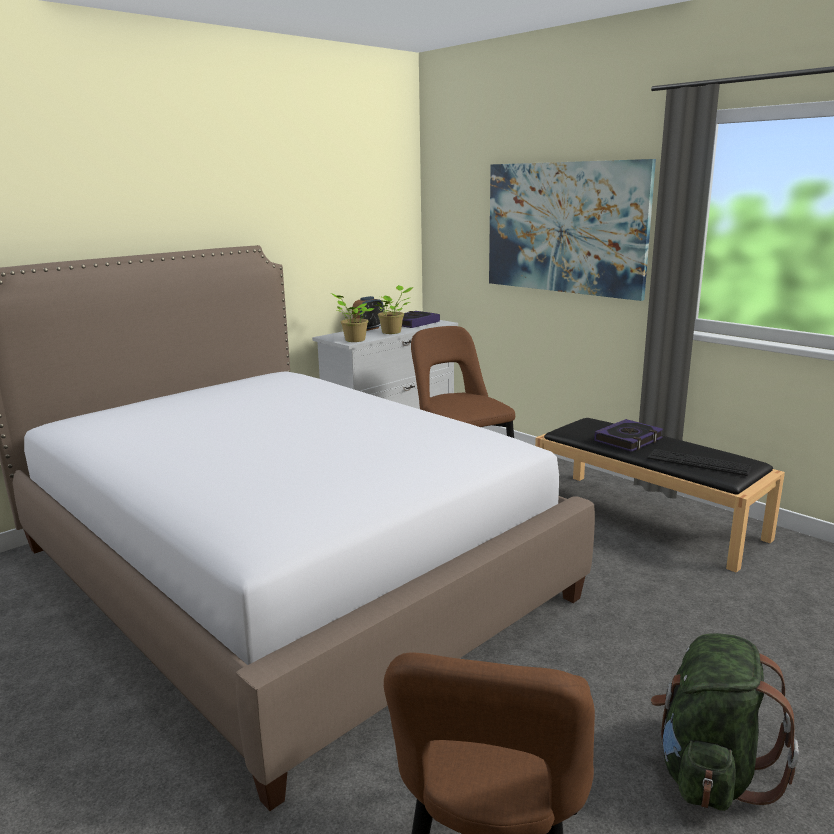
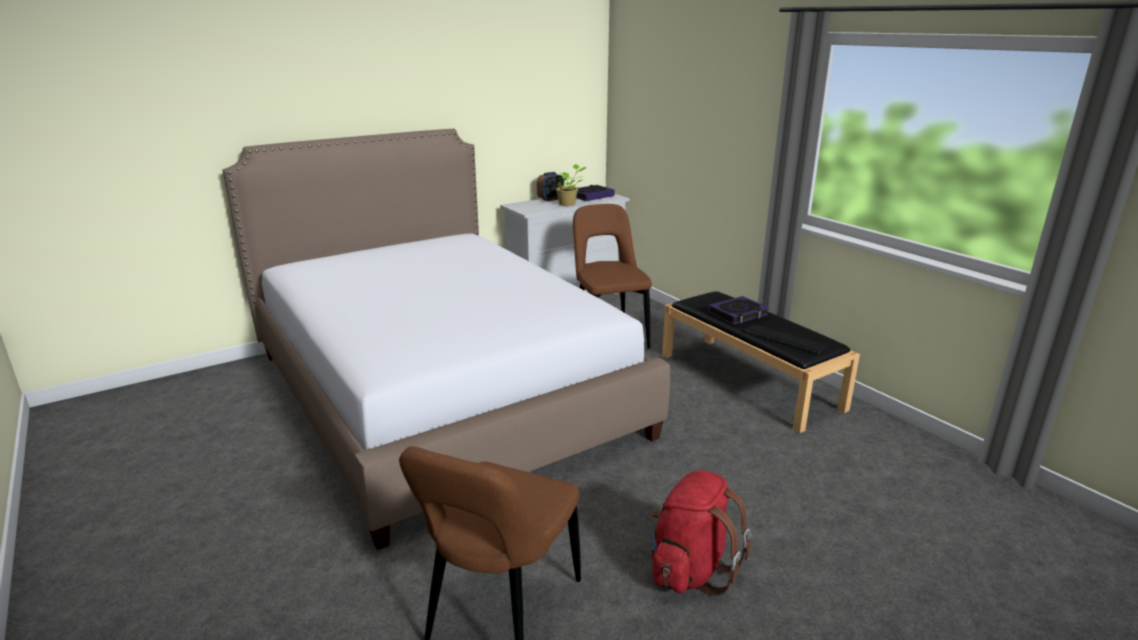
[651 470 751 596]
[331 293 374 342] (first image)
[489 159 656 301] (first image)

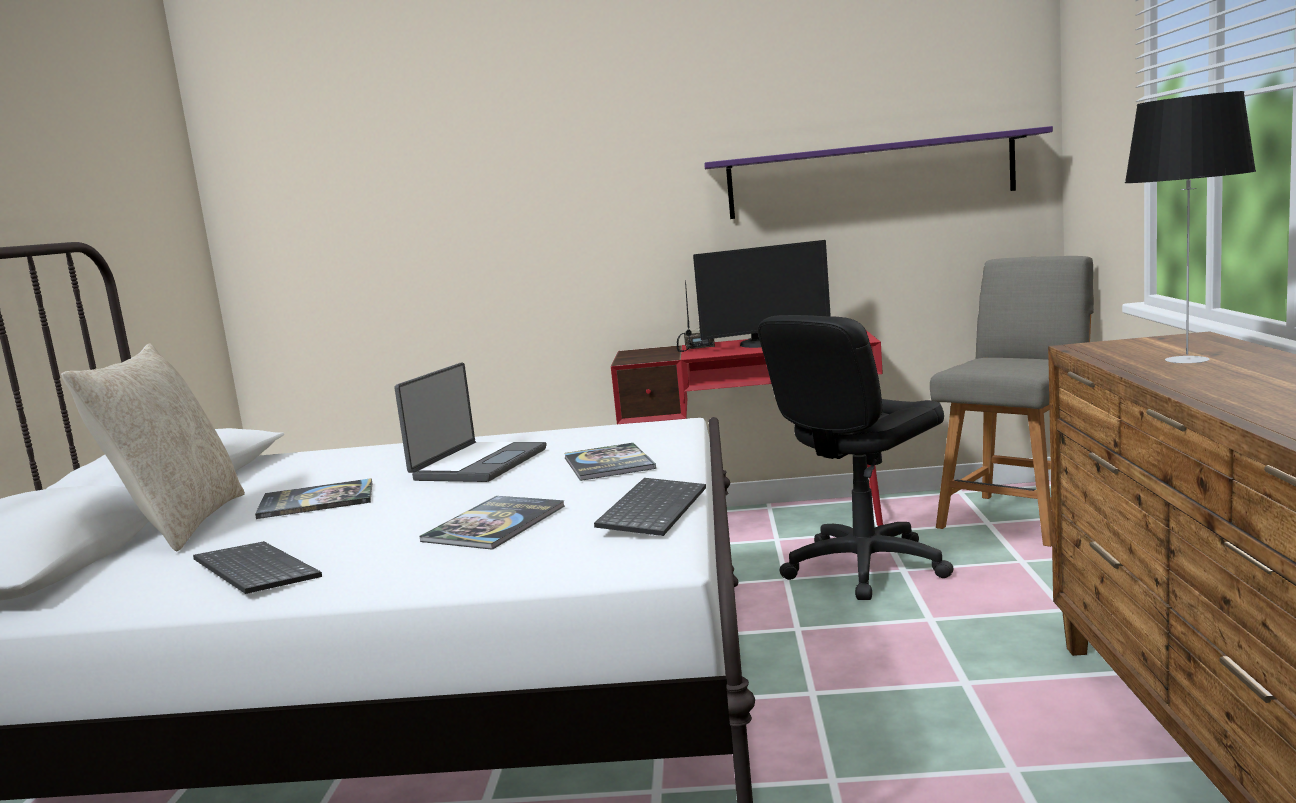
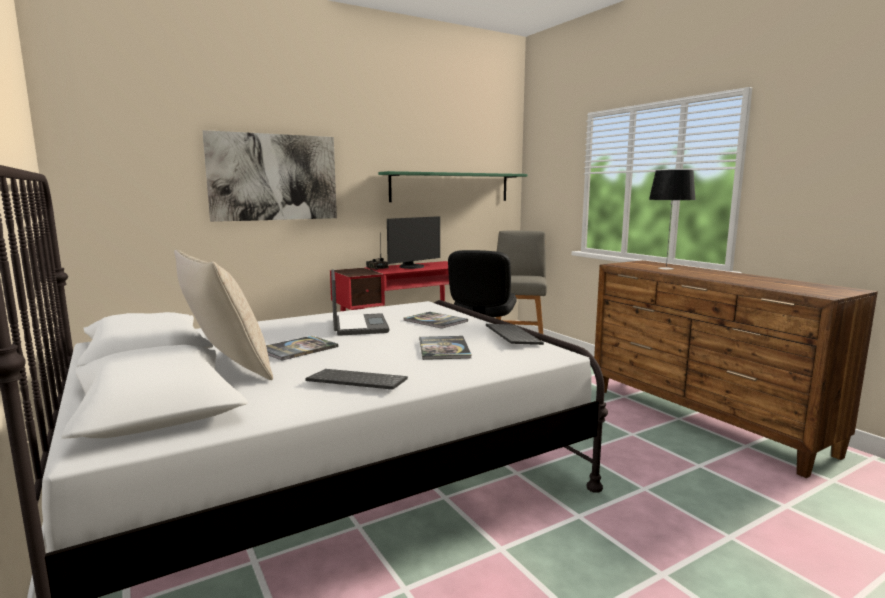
[203 130 337 222]
[378 171 527 202]

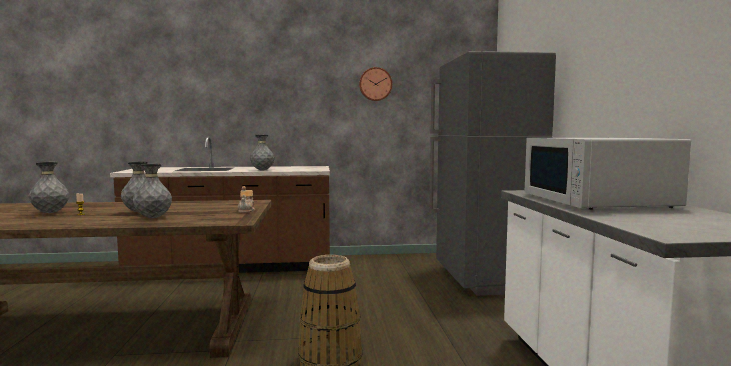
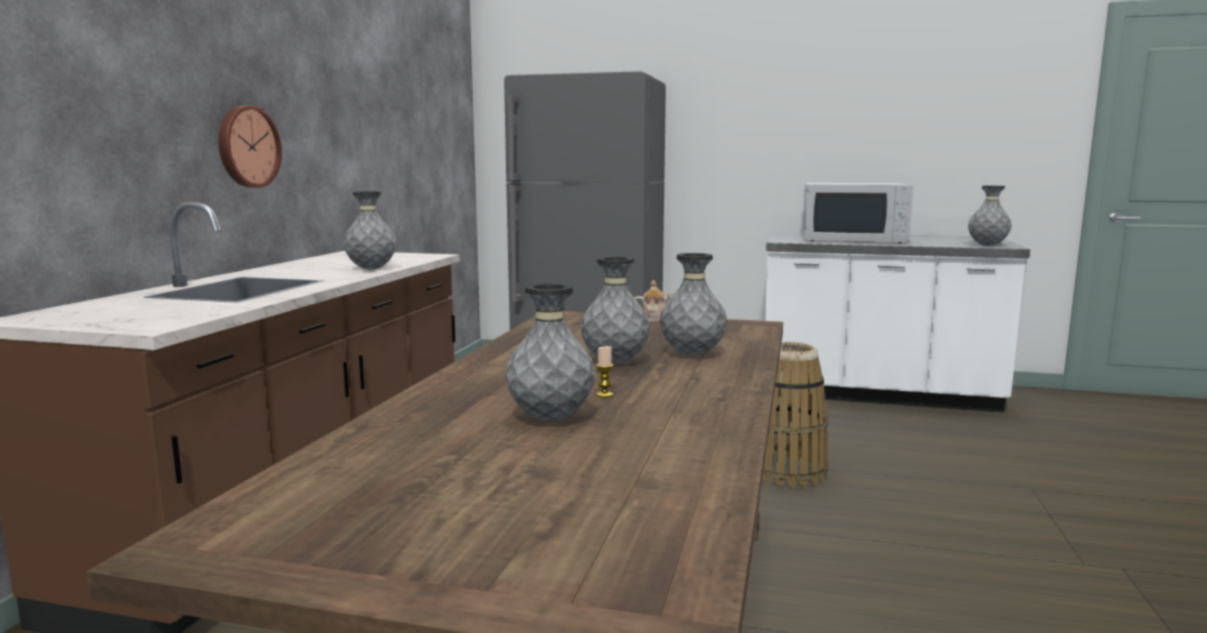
[218 105 282 188]
[968 186 1012 246]

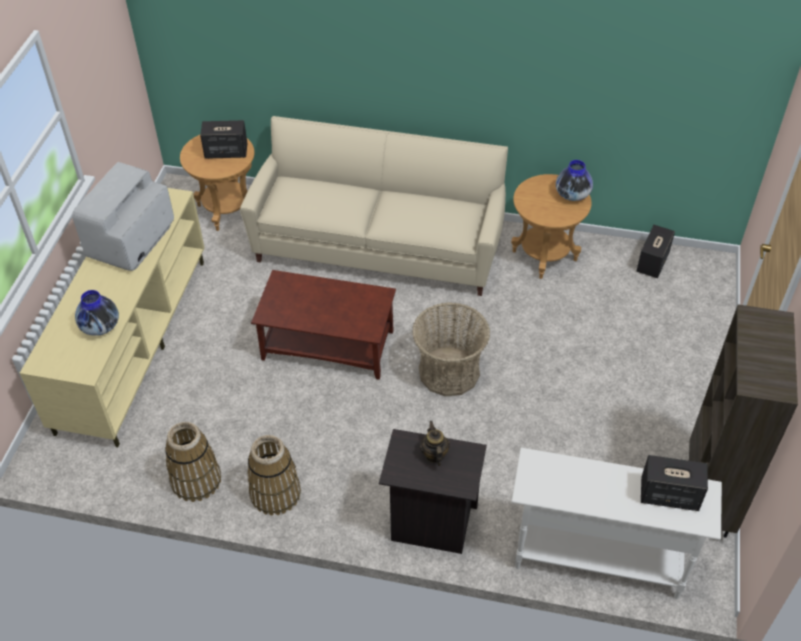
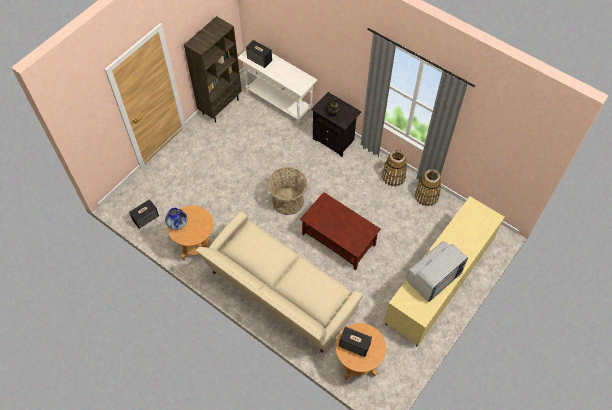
[75 290 119 336] (first image)

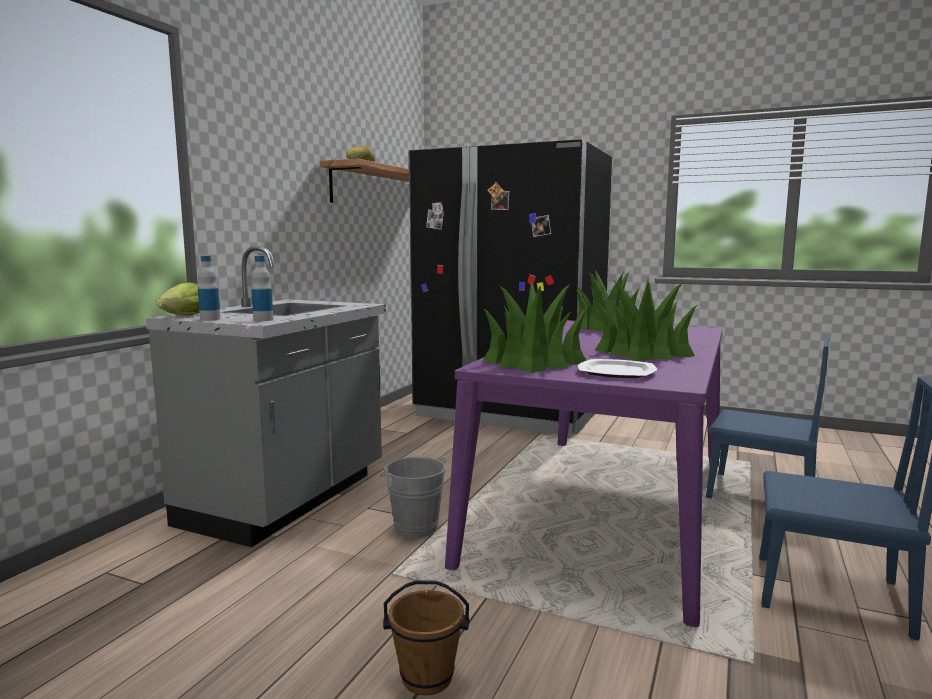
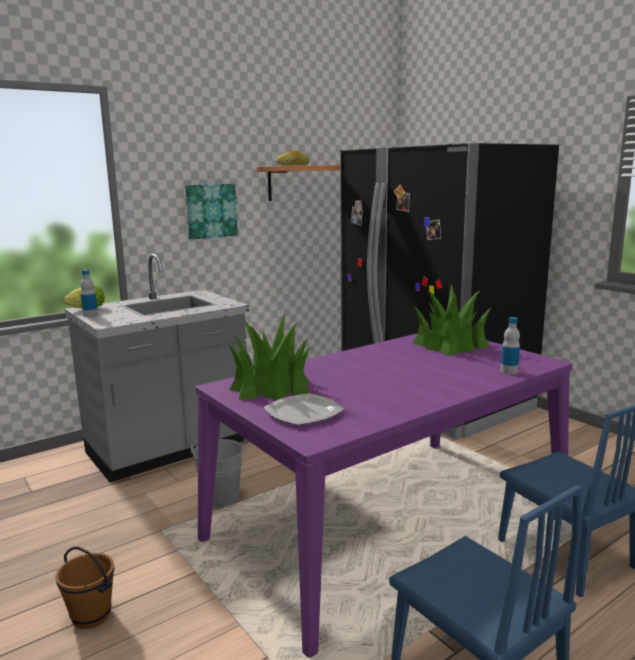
[185 184 238 239]
[501 317 520 374]
[595 279 697 361] (first image)

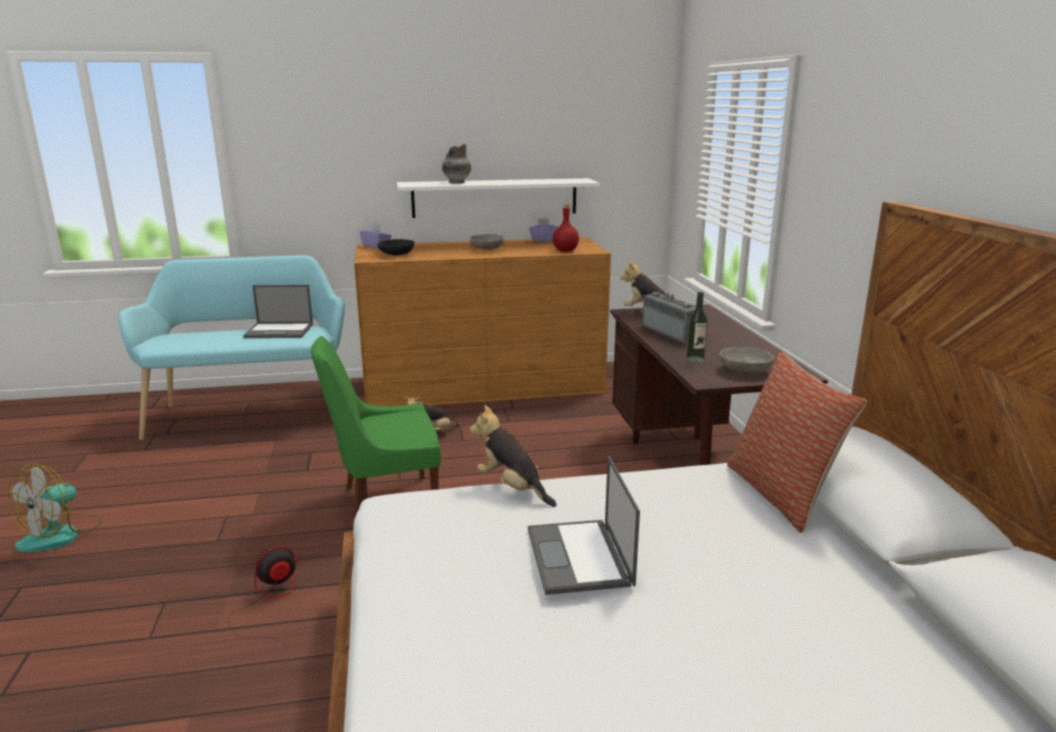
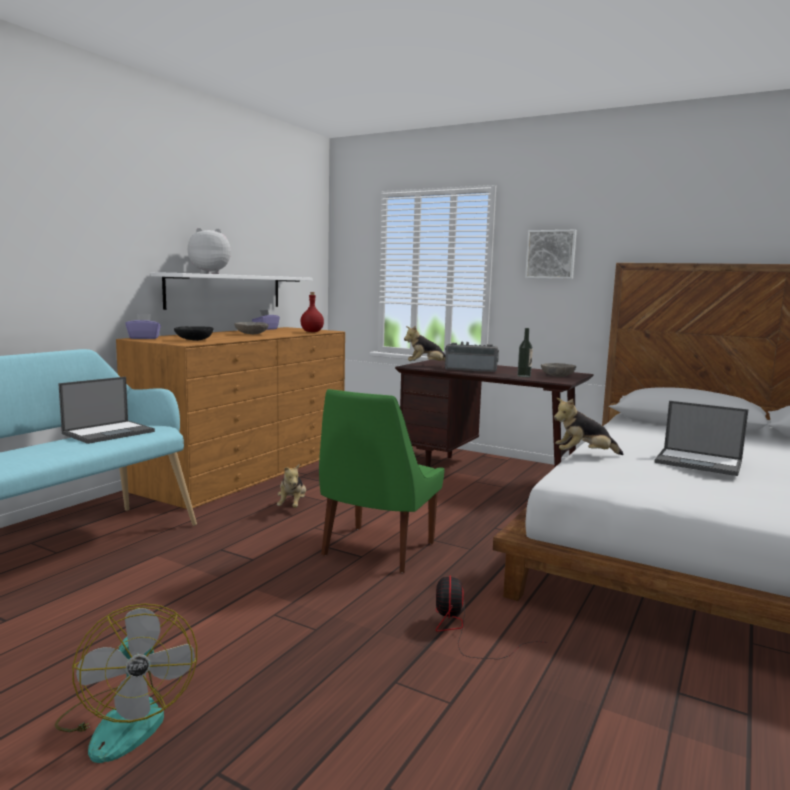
[188 228 231 274]
[525 230 577 279]
[727 352 867 533] (first image)

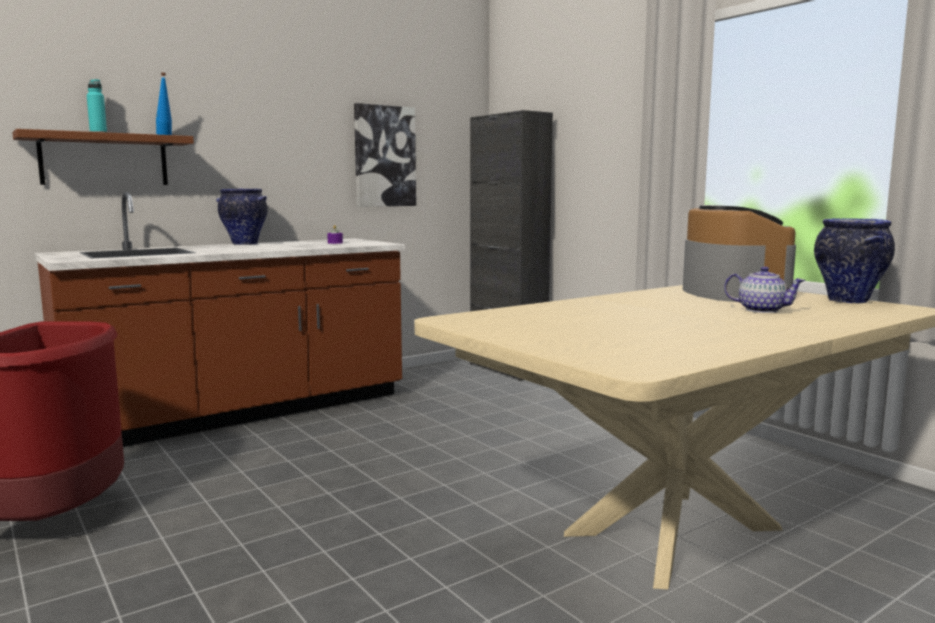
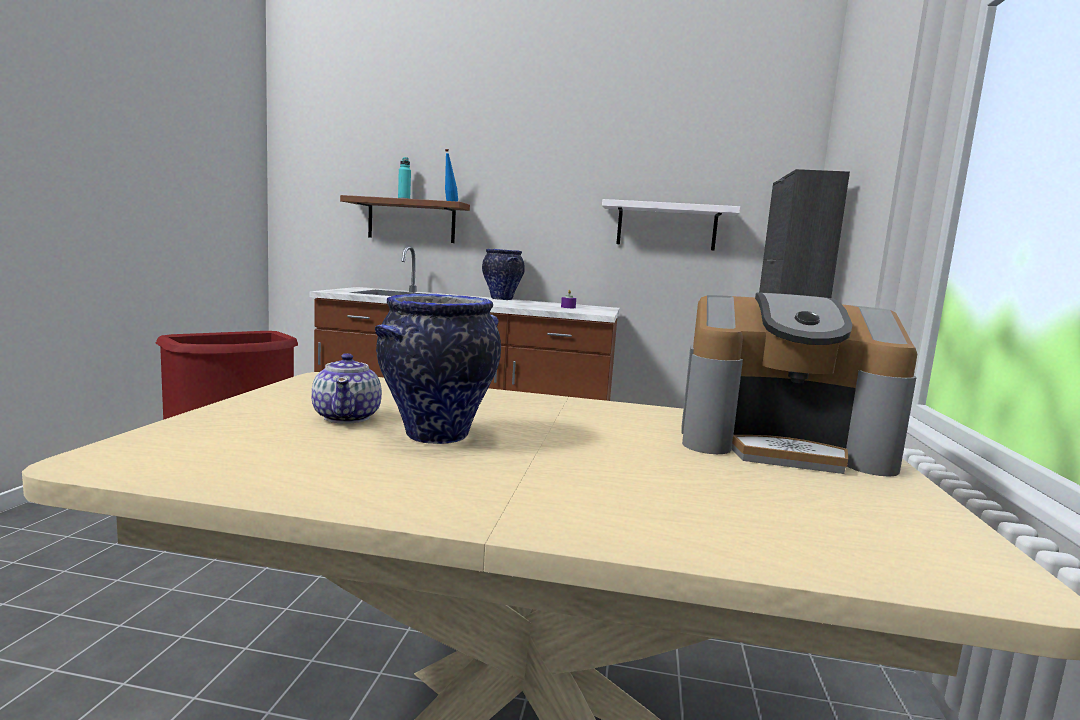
[311 353 382 424]
[375 293 501 444]
[602 199 740 250]
[681 292 917 477]

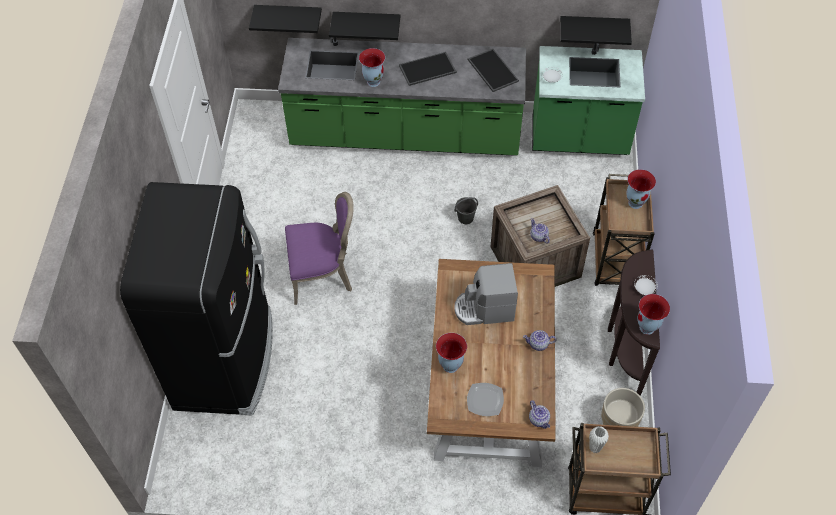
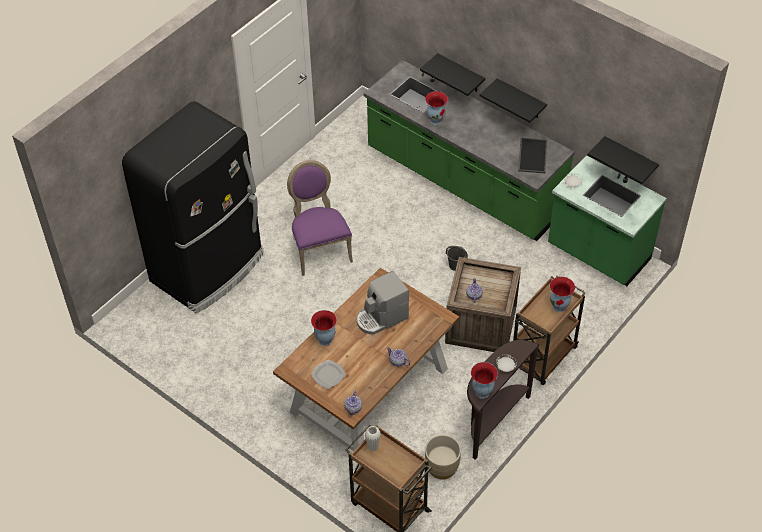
[287 160 353 276]
[357 271 409 335]
[480 78 547 123]
[399 52 457 86] (first image)

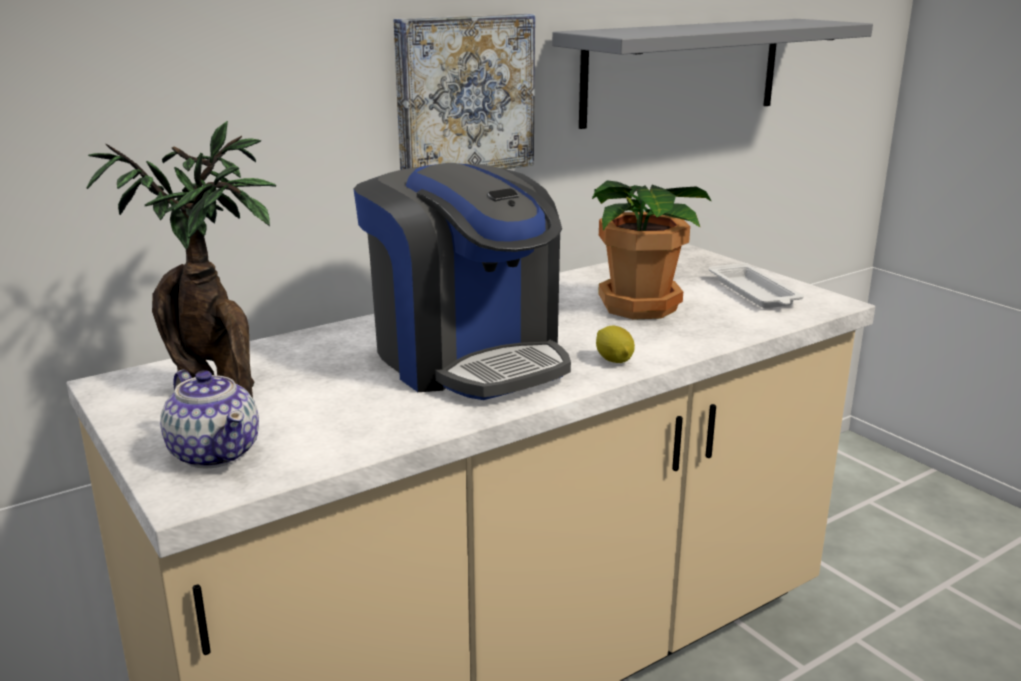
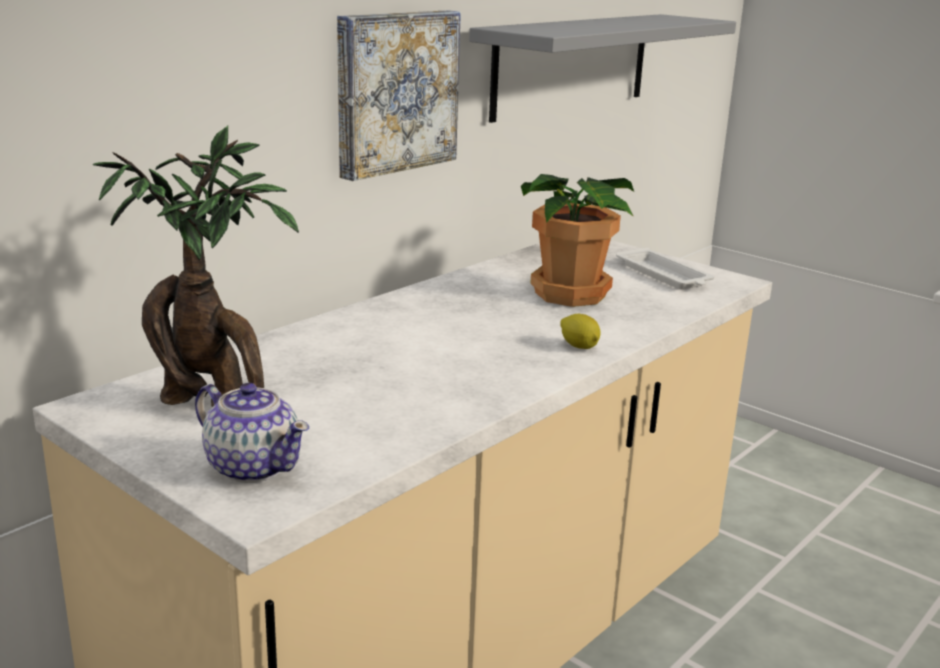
[354 163 571 400] (first image)

